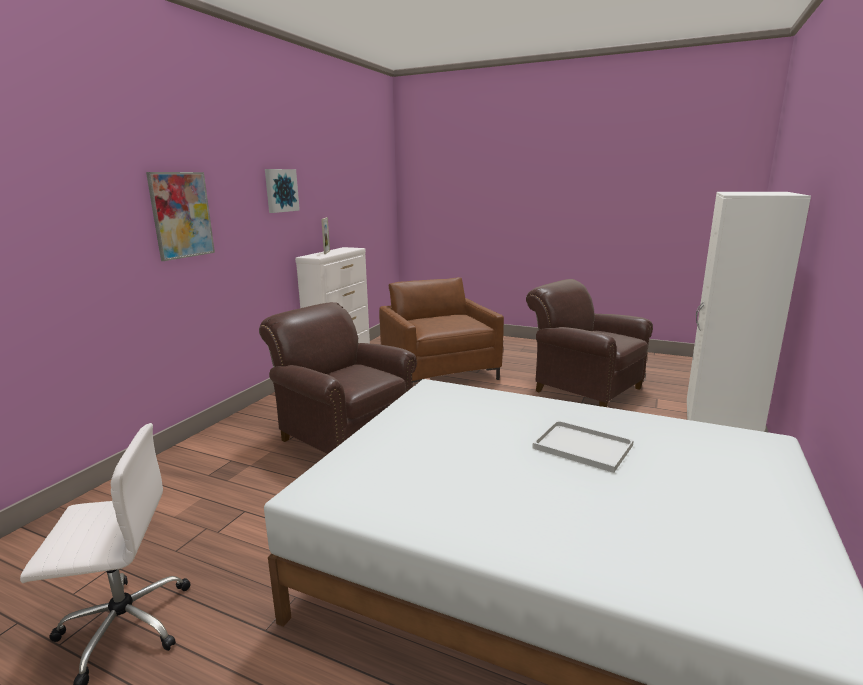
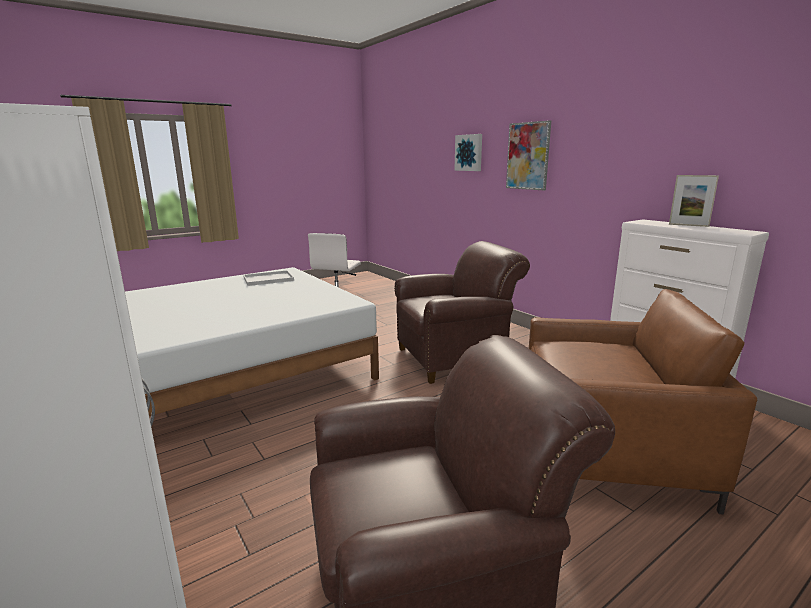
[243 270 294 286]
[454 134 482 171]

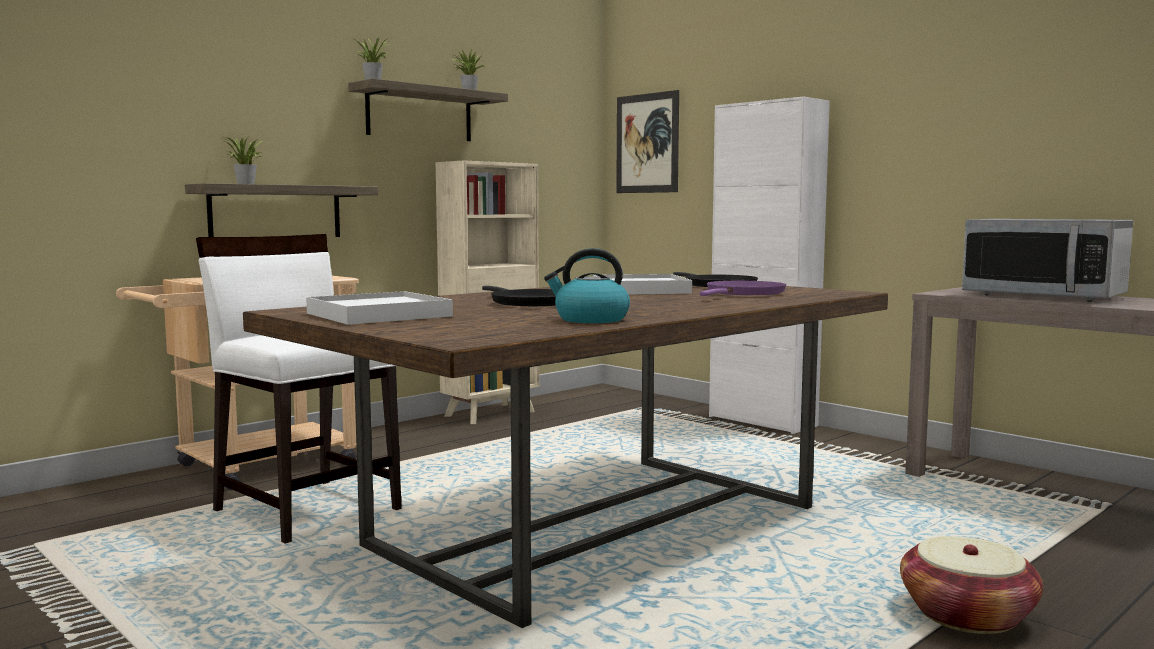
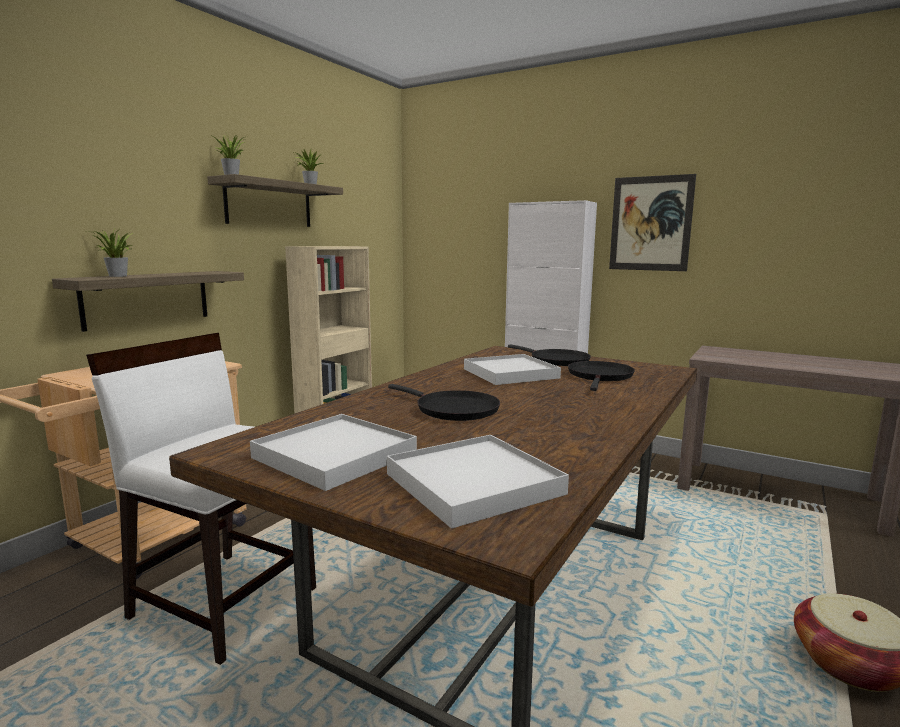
[387 435 569 529]
[568 361 635 391]
[609 174 696 271]
[544 248 630 323] (first image)
[962 219 1133 302] (first image)

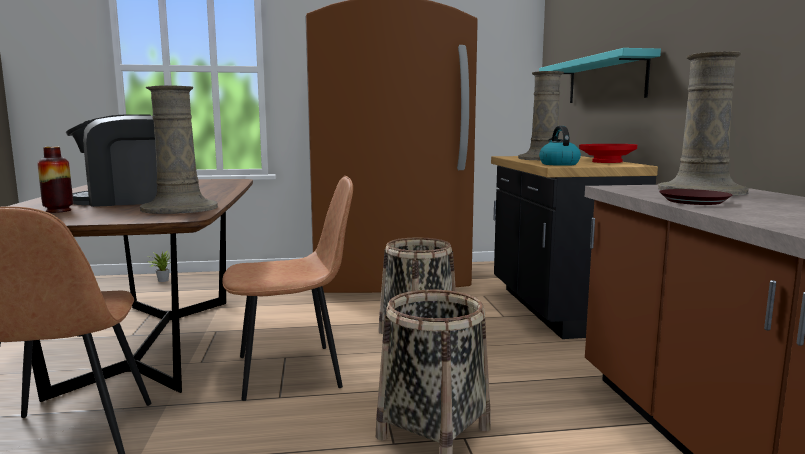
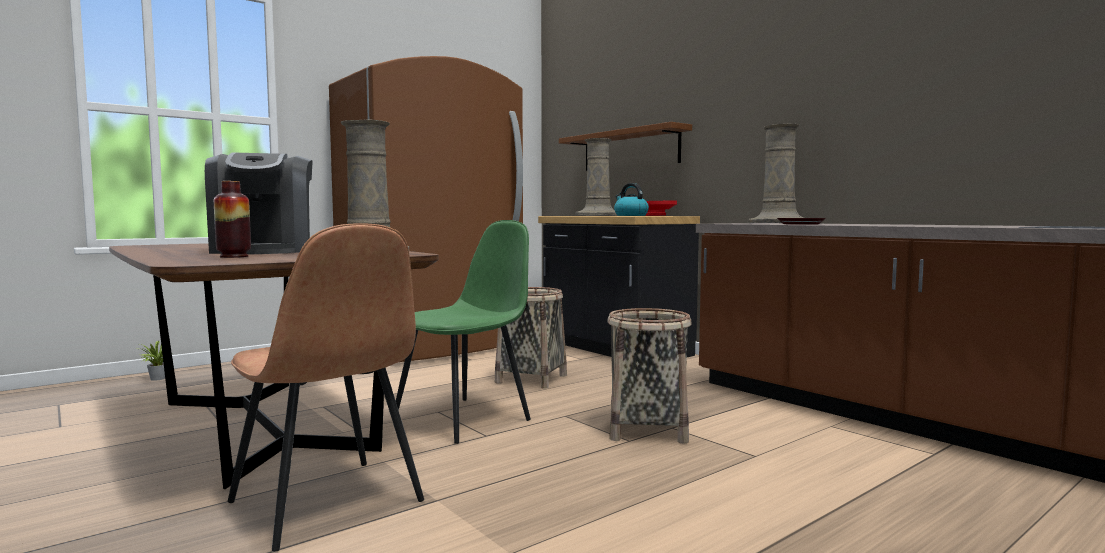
[205 153 313 254]
[396 220 531 444]
[559 122 692 171]

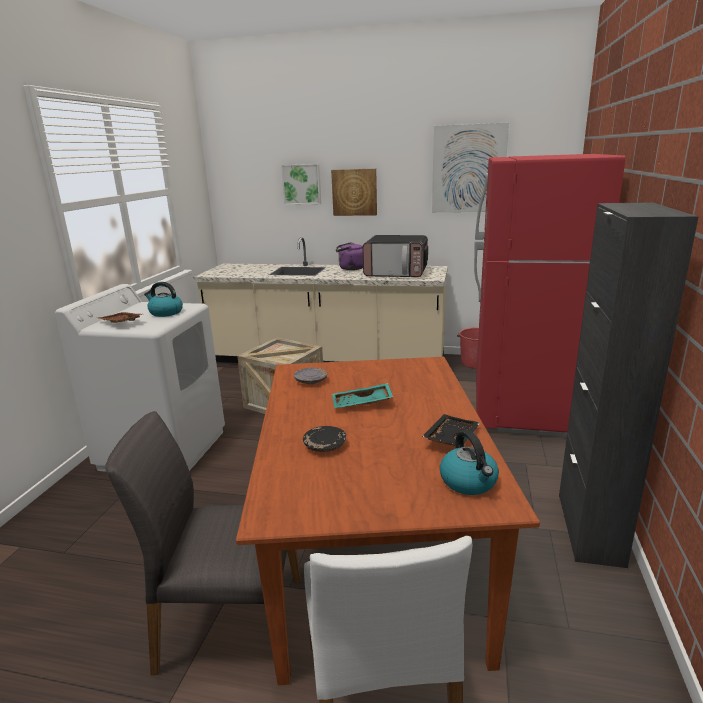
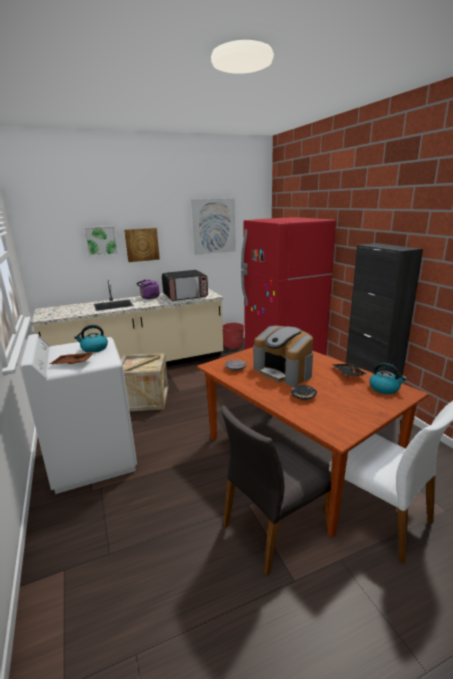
[254 326 313 386]

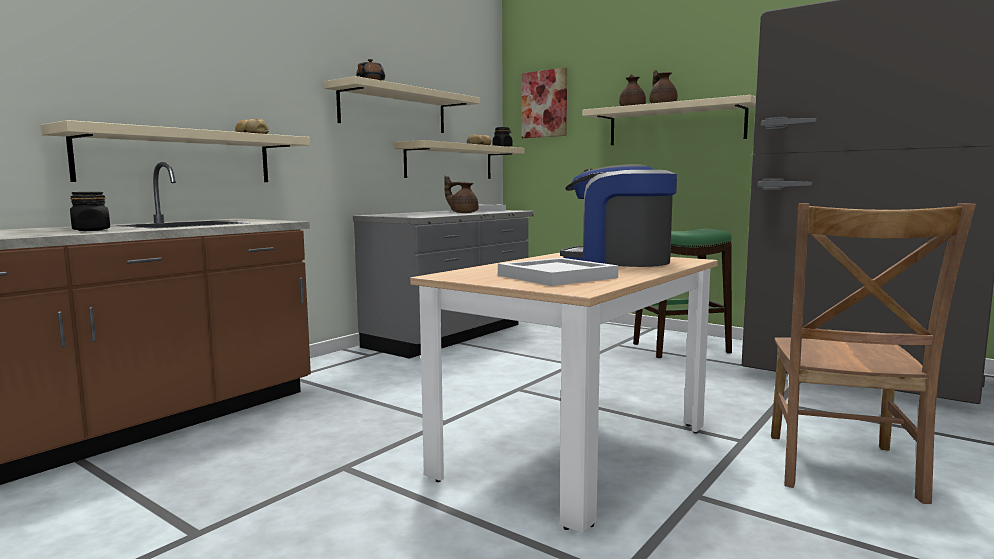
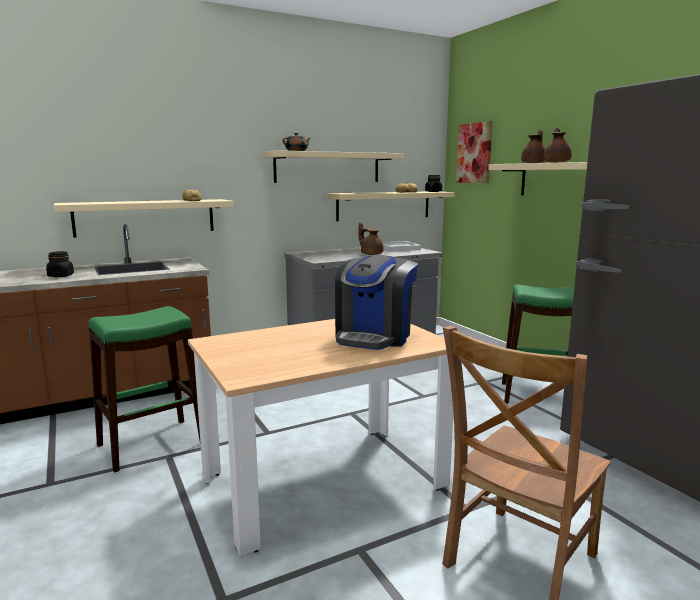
[88 306 200 473]
[335 255 418 350]
[498 258 618 286] (first image)

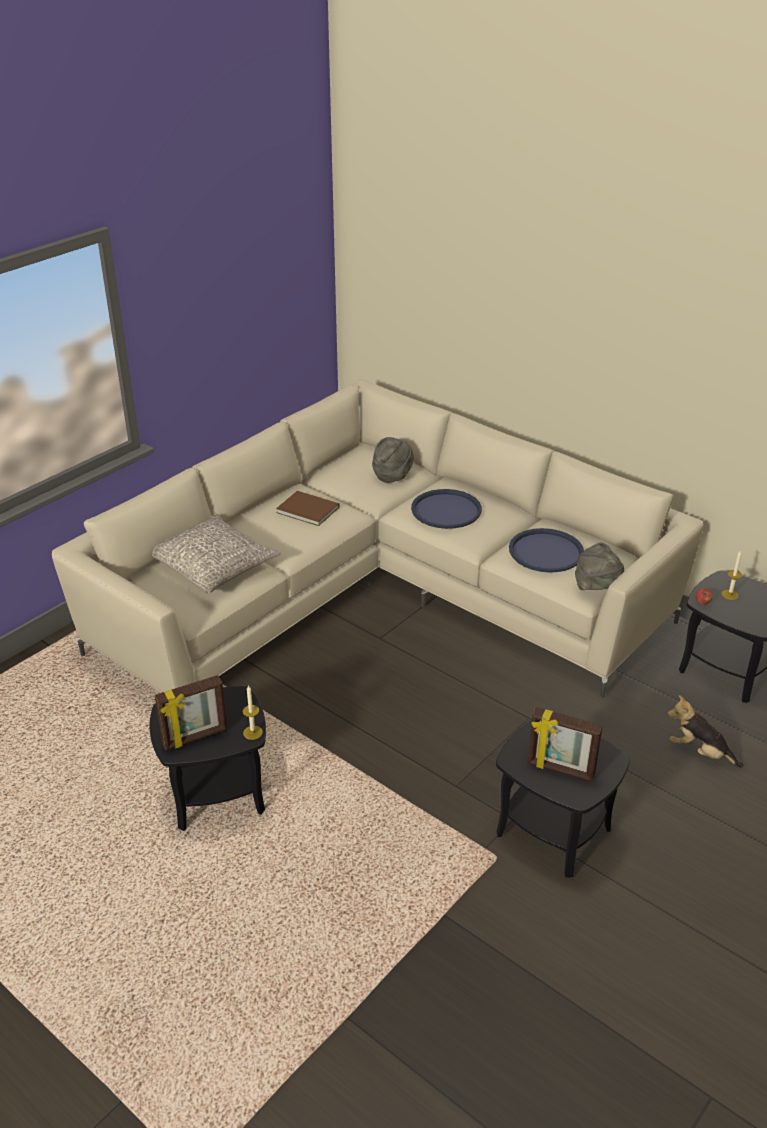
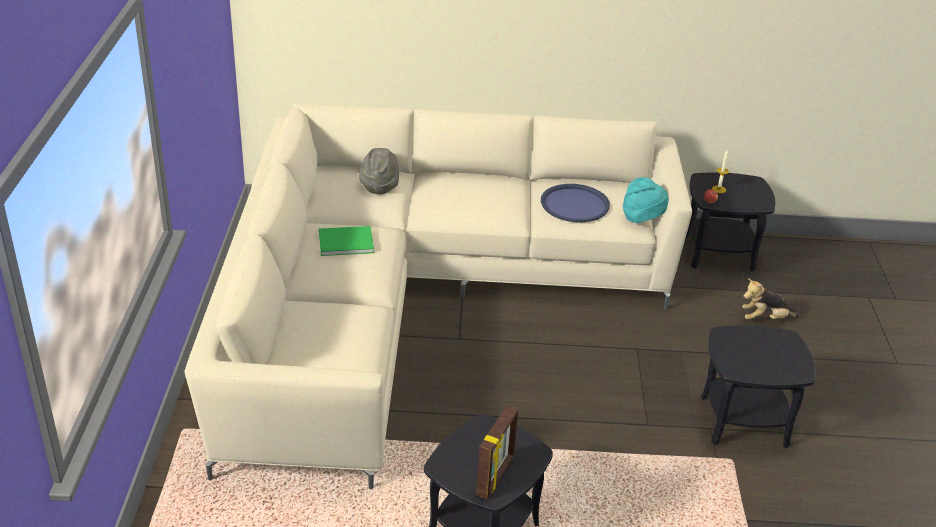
[319 226 374 256]
[623 177 669 223]
[152 514 281 593] (first image)
[242 685 263 740] (first image)
[411 489 482 529] (first image)
[527 707 603 782] (first image)

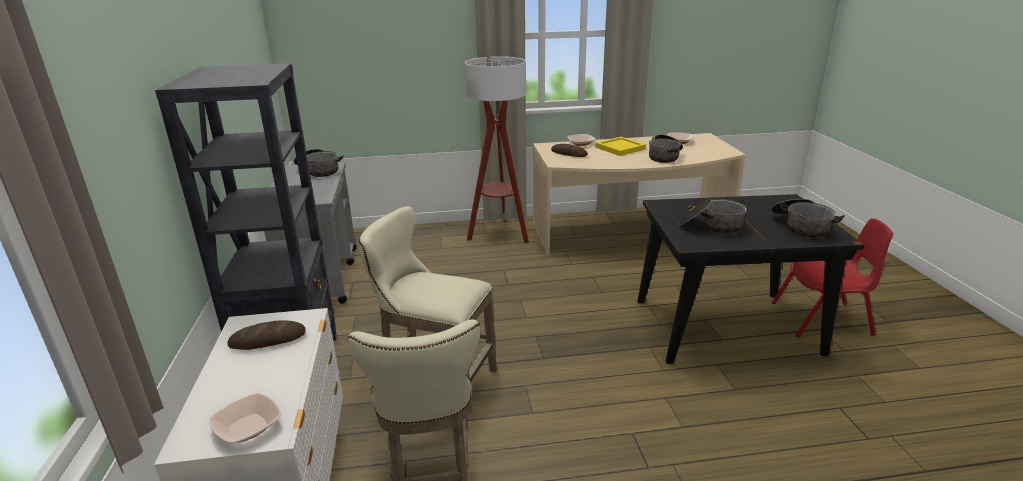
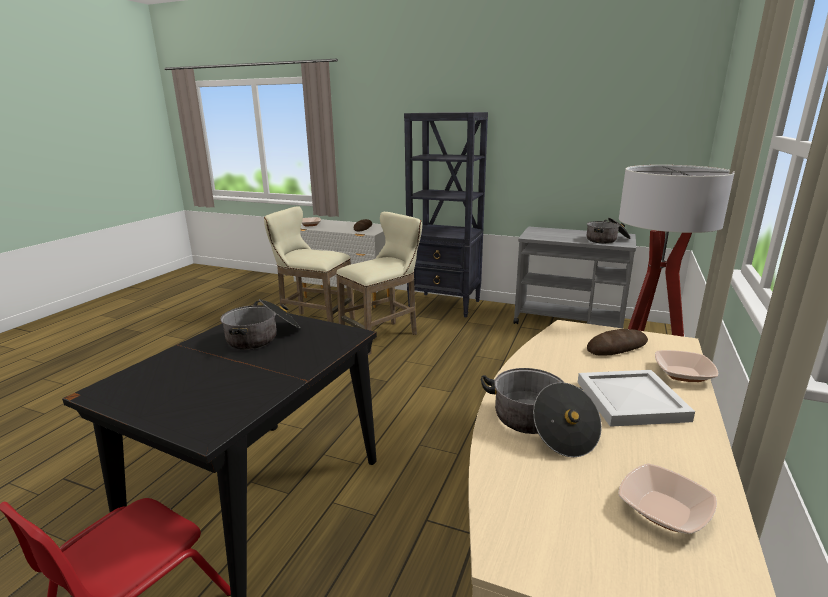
[578 370 695 427]
[770 199 845 238] (first image)

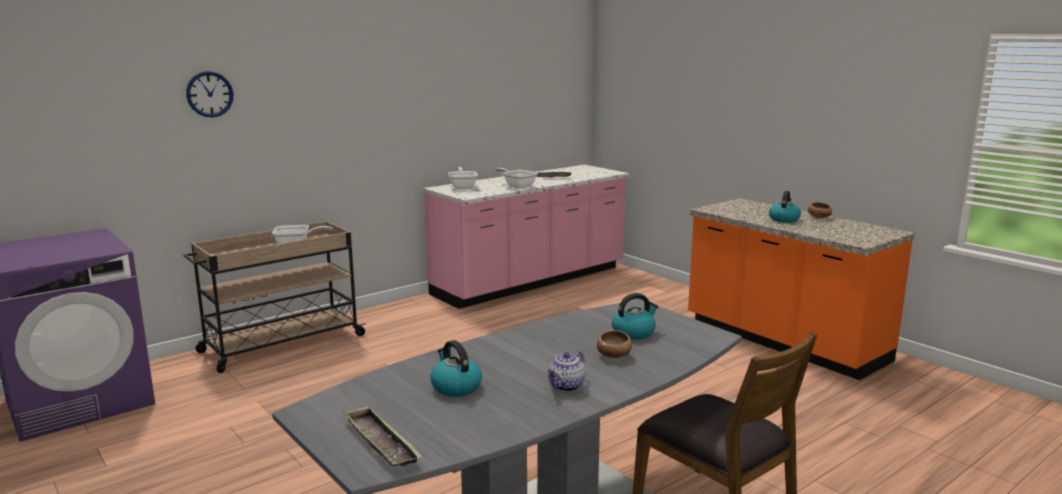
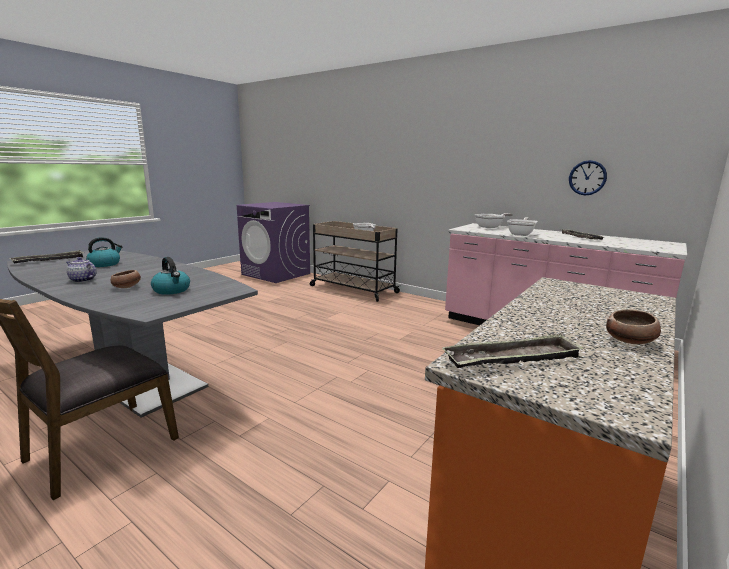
[441 333 584 368]
[569 160 607 195]
[769 191 801 223] (first image)

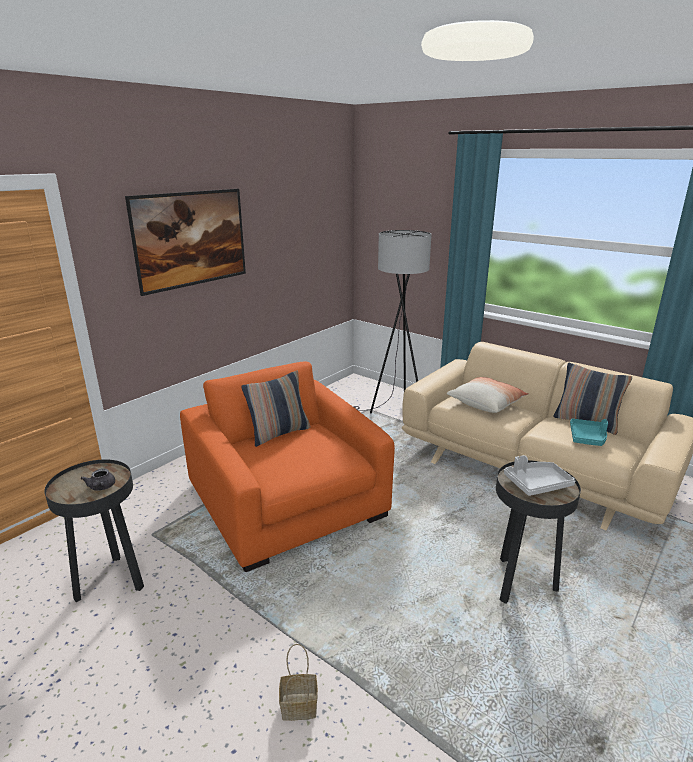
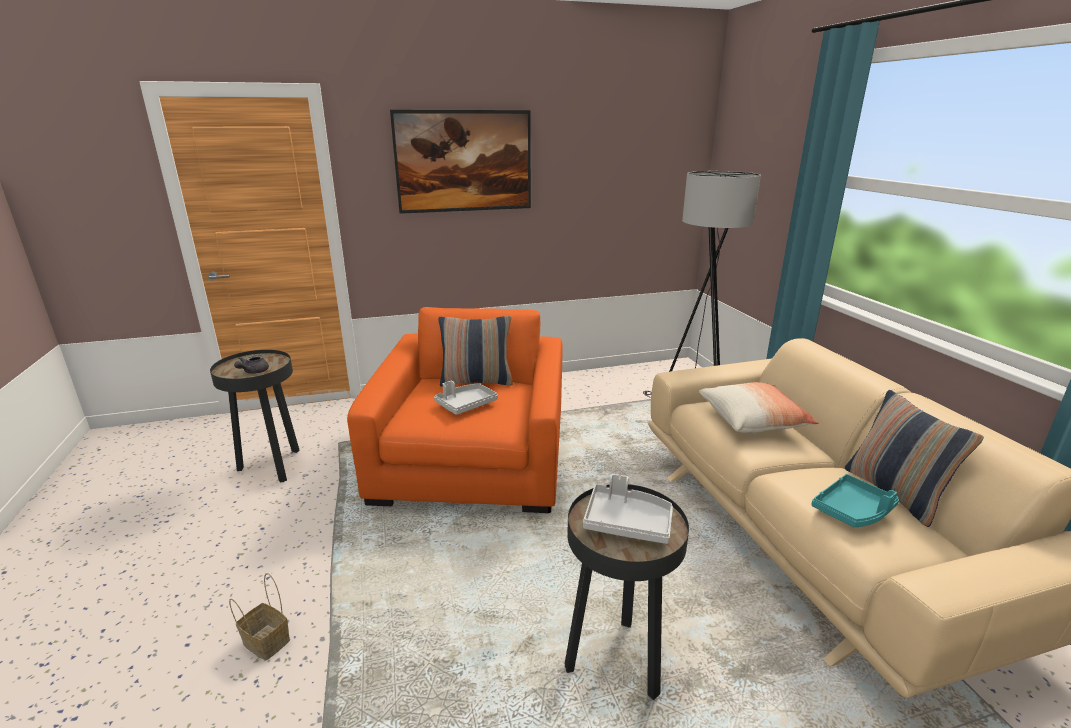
[434 381 498 415]

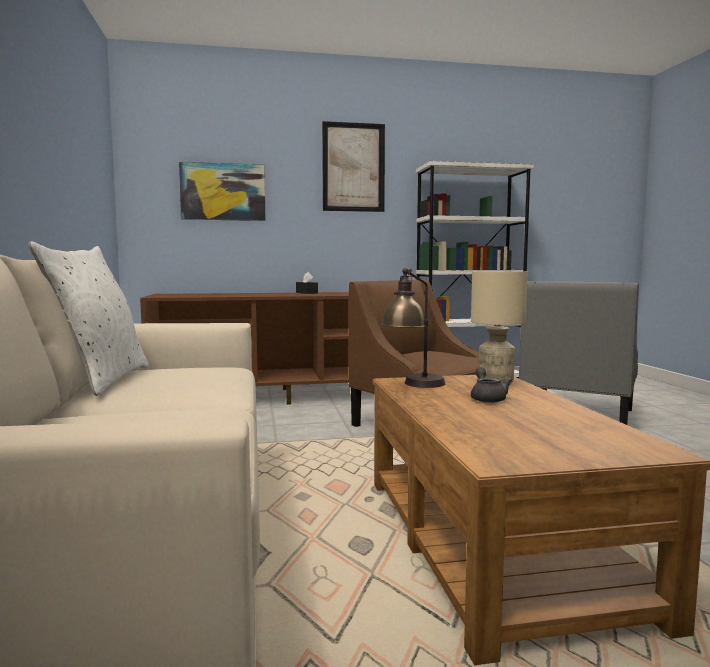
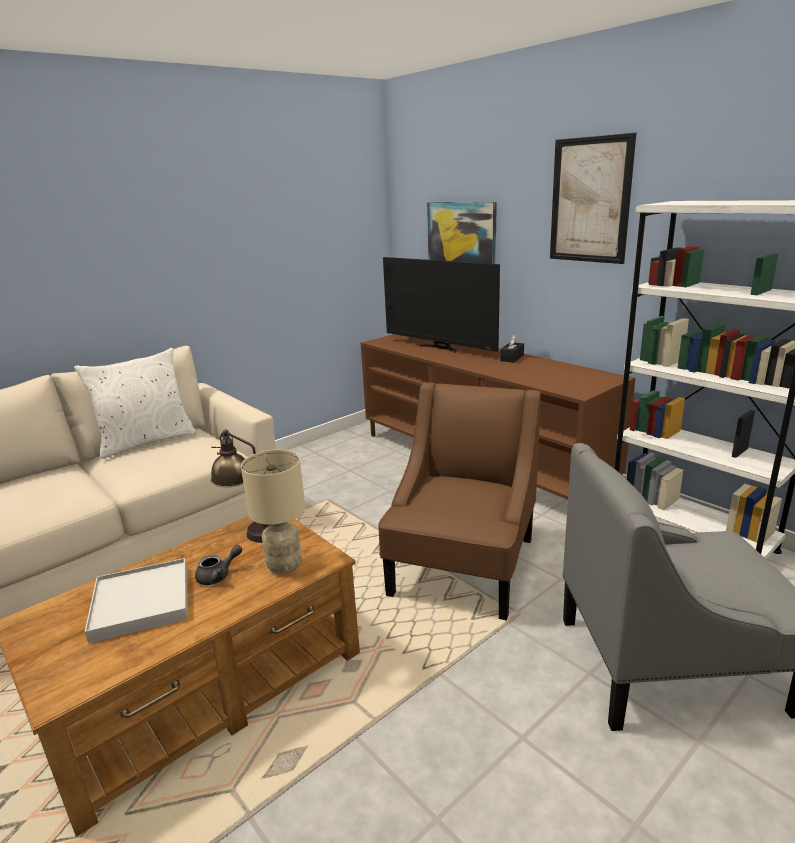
[85 558 188 643]
[383 257 500 353]

